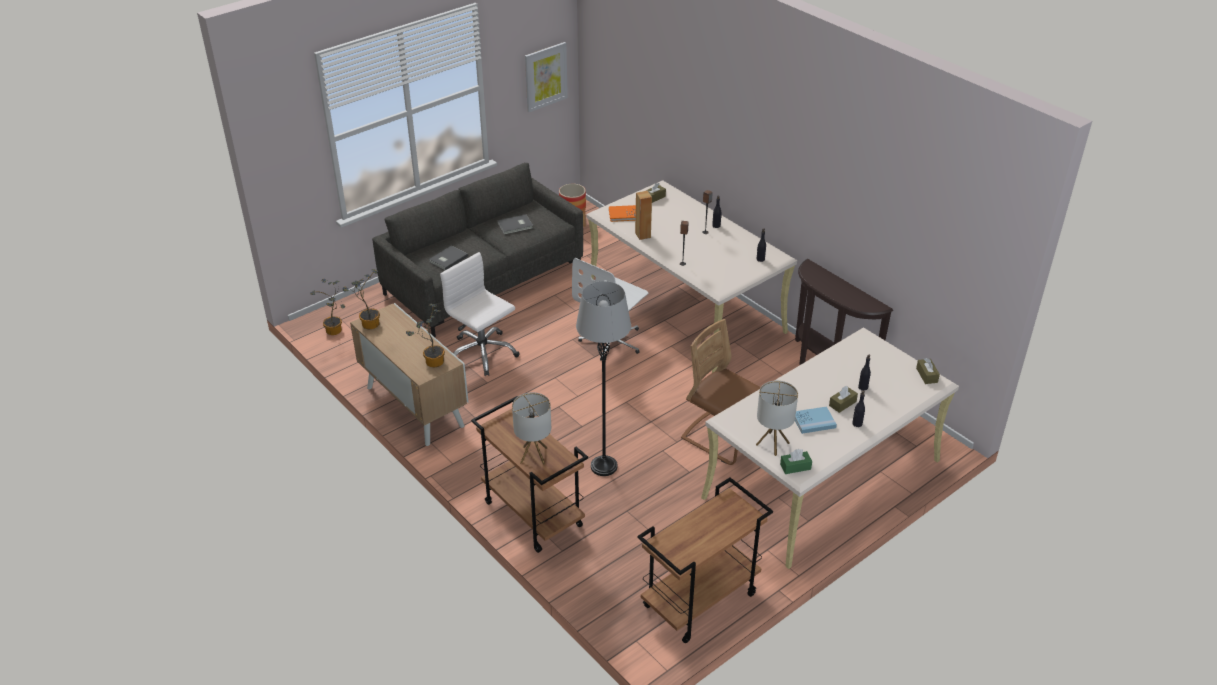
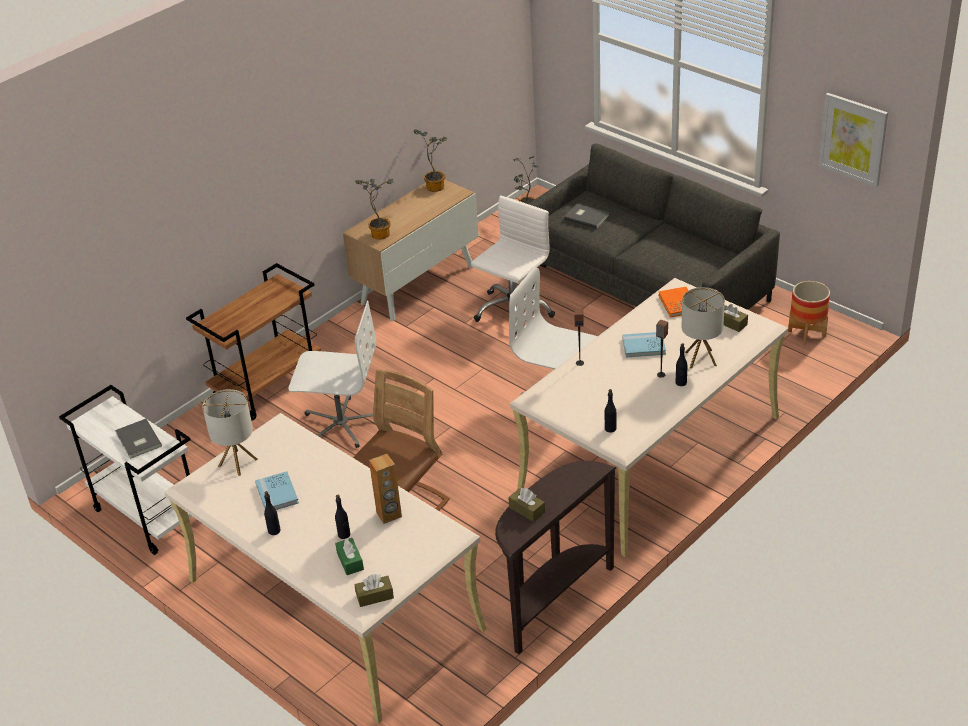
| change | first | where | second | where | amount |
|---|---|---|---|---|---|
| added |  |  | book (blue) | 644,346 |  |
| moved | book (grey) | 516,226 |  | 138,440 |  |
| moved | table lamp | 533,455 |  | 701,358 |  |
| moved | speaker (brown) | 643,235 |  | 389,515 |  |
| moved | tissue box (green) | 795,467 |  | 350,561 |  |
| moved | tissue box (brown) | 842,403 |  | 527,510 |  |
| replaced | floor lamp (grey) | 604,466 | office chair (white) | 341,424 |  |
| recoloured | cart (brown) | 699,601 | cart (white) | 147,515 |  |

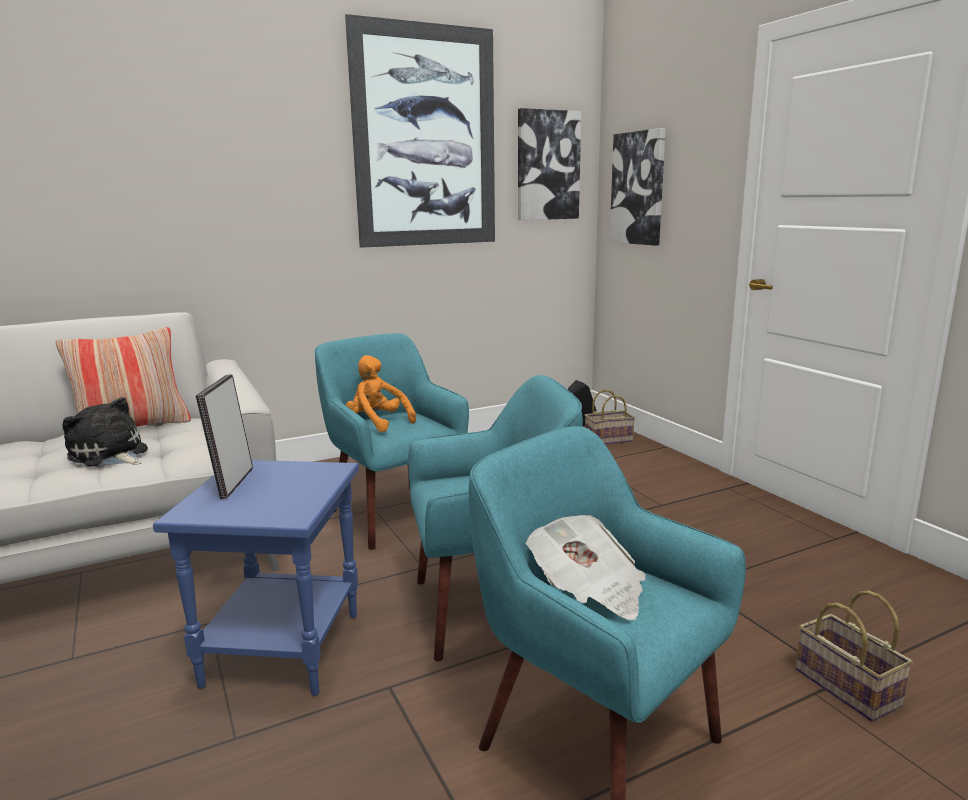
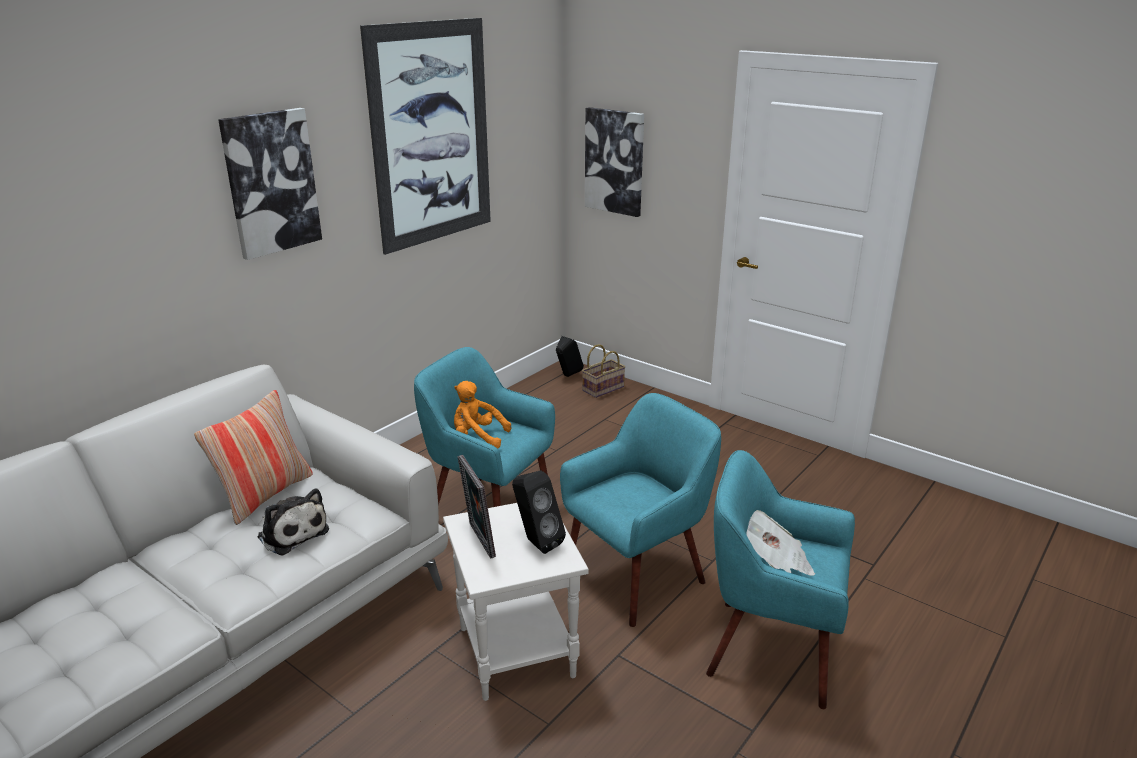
| change | first | where | second | where | amount |
|---|---|---|---|---|---|
| removed | basket | 843,686 |  |  |  |
| added |  |  | speaker (black) | 536,542 |  |
| moved | picture | 547,165 |  | 271,182 |  |
| recoloured | side table (blue) | 281,648 | side table (white) | 514,652 |  |
| turned | plush toy | 110,455 |  | 292,532 | 150 degrees counterclockwise |

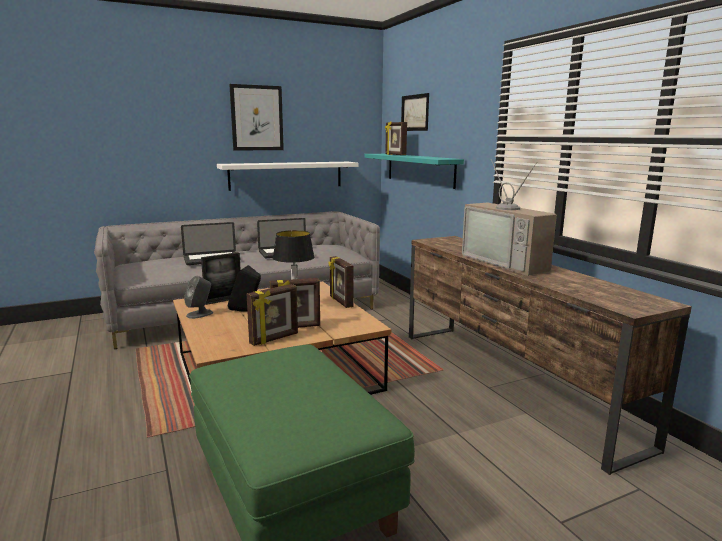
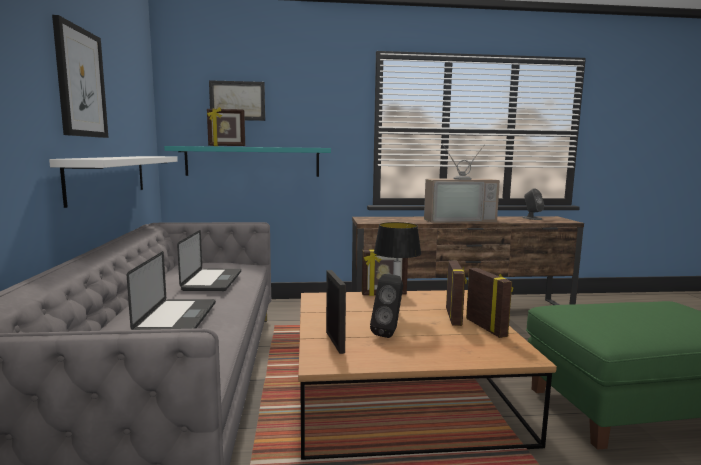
| change | first | where | second | where | amount |
|---|---|---|---|---|---|
| moved | speaker (grey) | 200,314 |  | 532,218 |  |

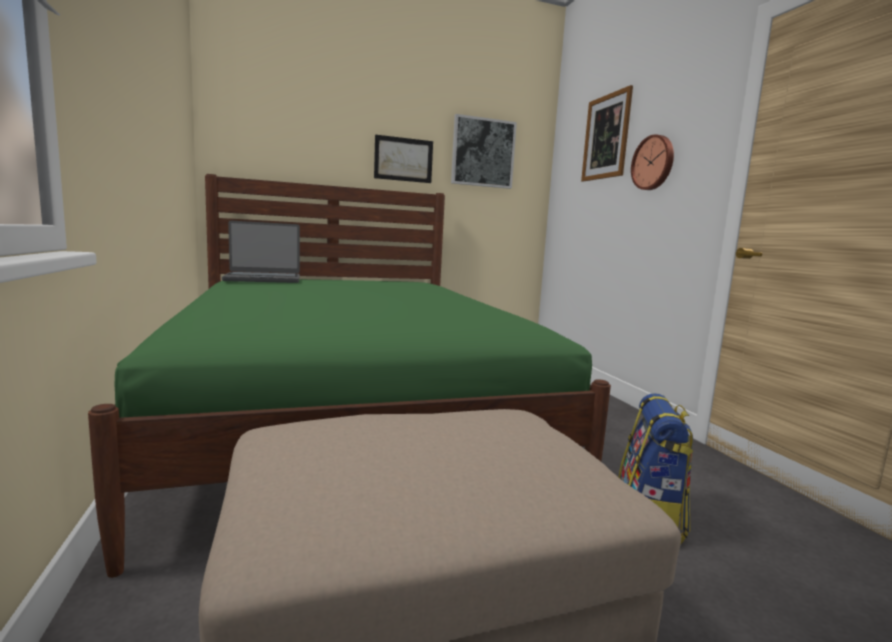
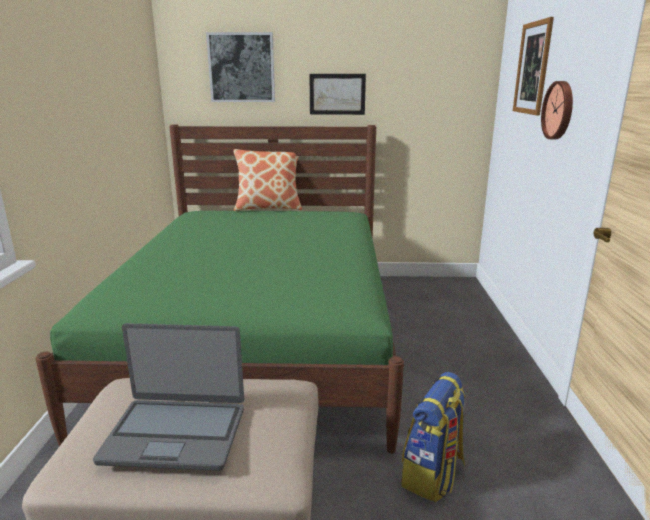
| change | first | where | second | where | amount |
|---|---|---|---|---|---|
| added |  |  | pillow | 268,208 |  |
| moved | laptop | 263,279 |  | 175,433 |  |
| moved | picture | 483,153 |  | 241,67 |  |

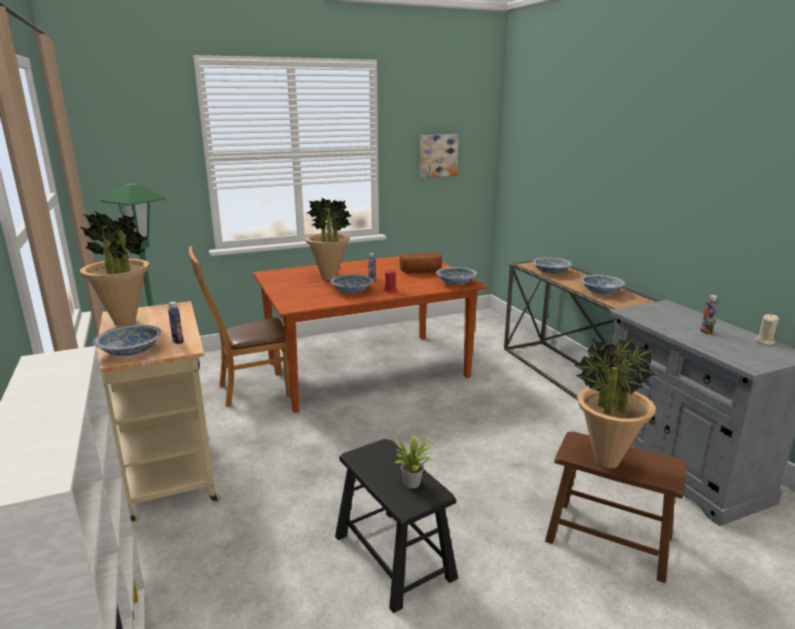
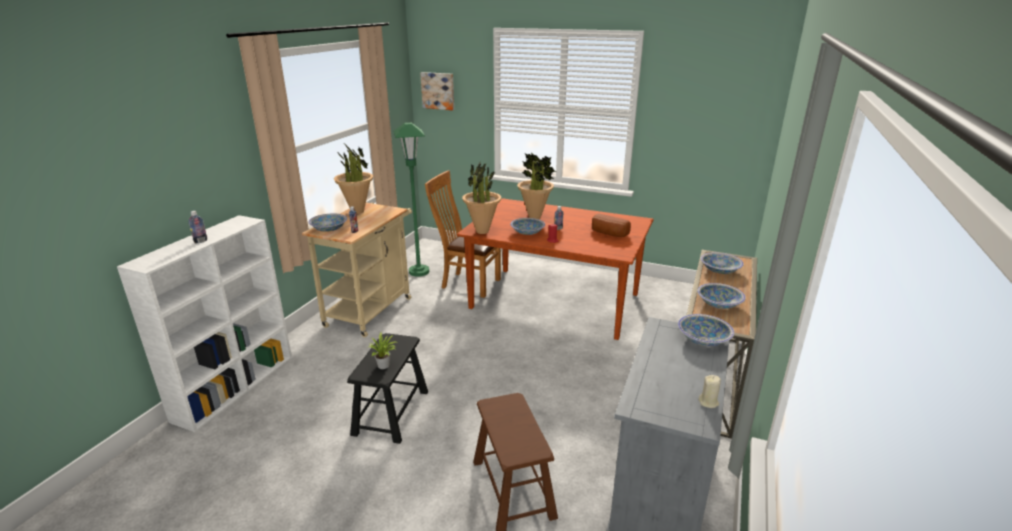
| change | first | where | second | where | amount |
|---|---|---|---|---|---|
| moved | picture | 437,155 |  | 438,90 |  |
| moved | bowl | 456,283 |  | 703,340 |  |
| moved | potted plant | 606,461 |  | 482,231 |  |
| moved | bottle | 706,332 |  | 201,241 |  |

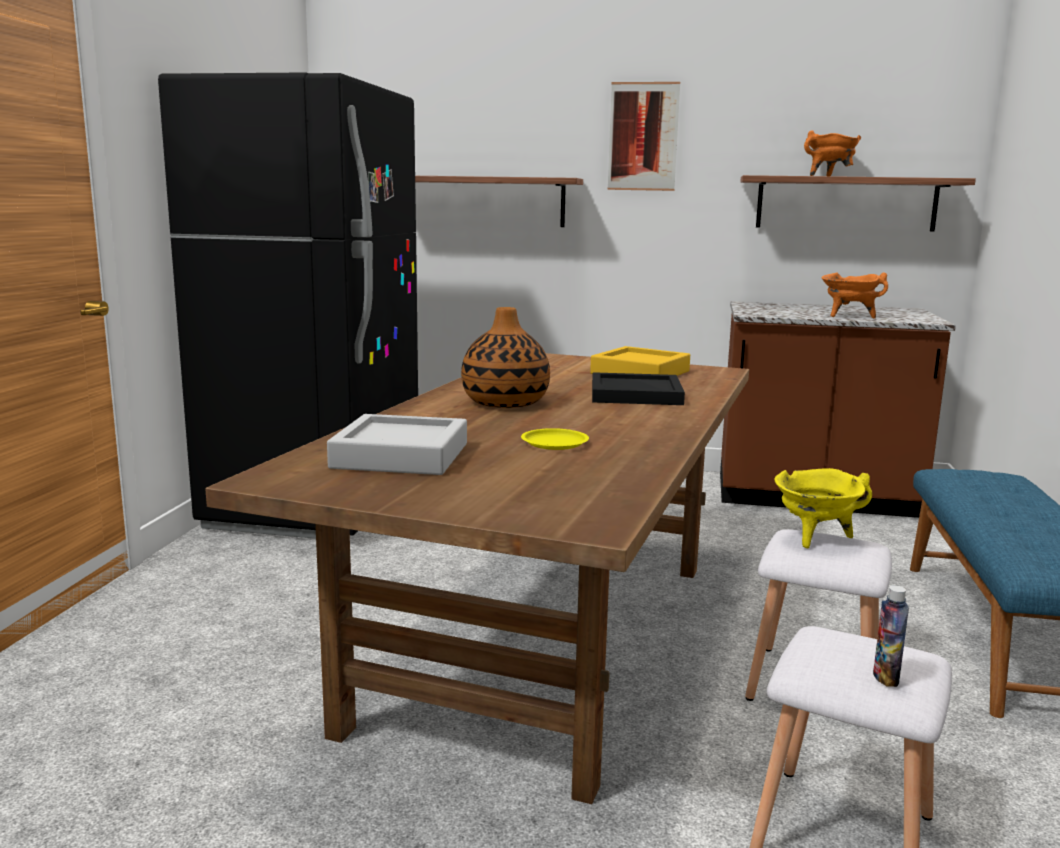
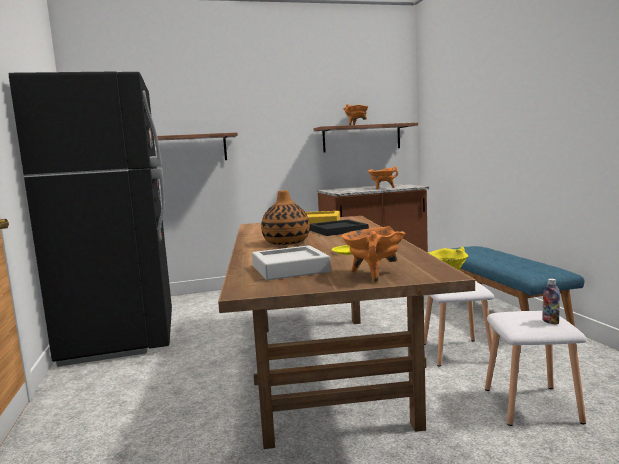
| change | first | where | second | where | amount |
|---|---|---|---|---|---|
| removed | picture | 643,137 |  |  |  |
| added |  |  | cooking pot (orange) | 373,275 |  |

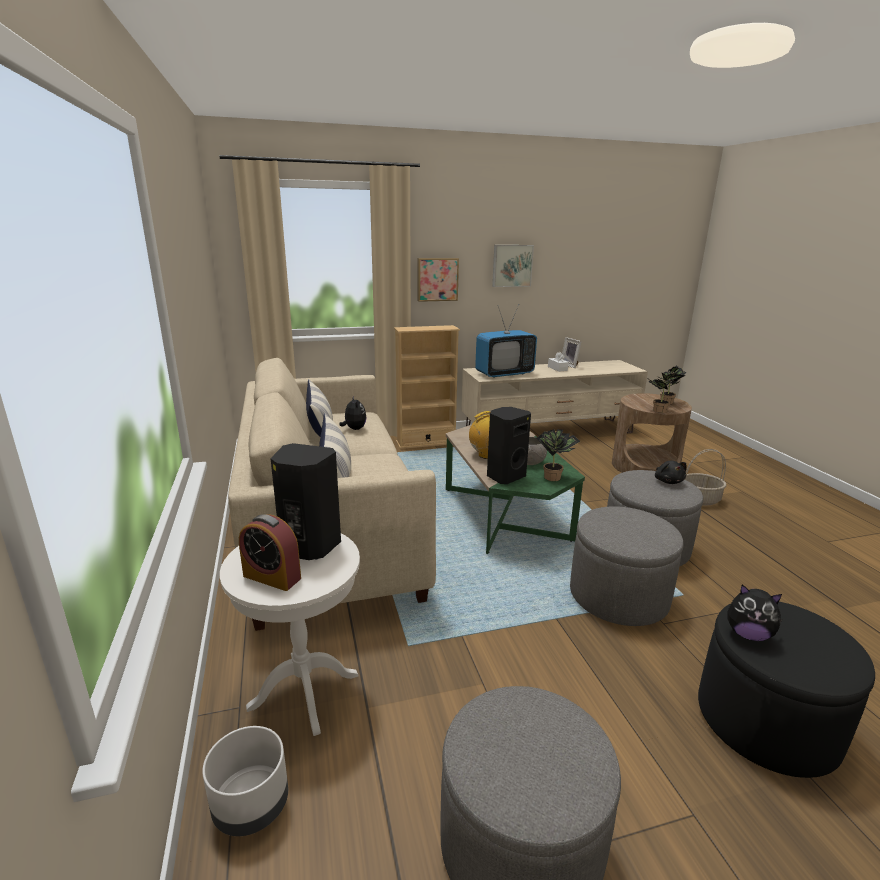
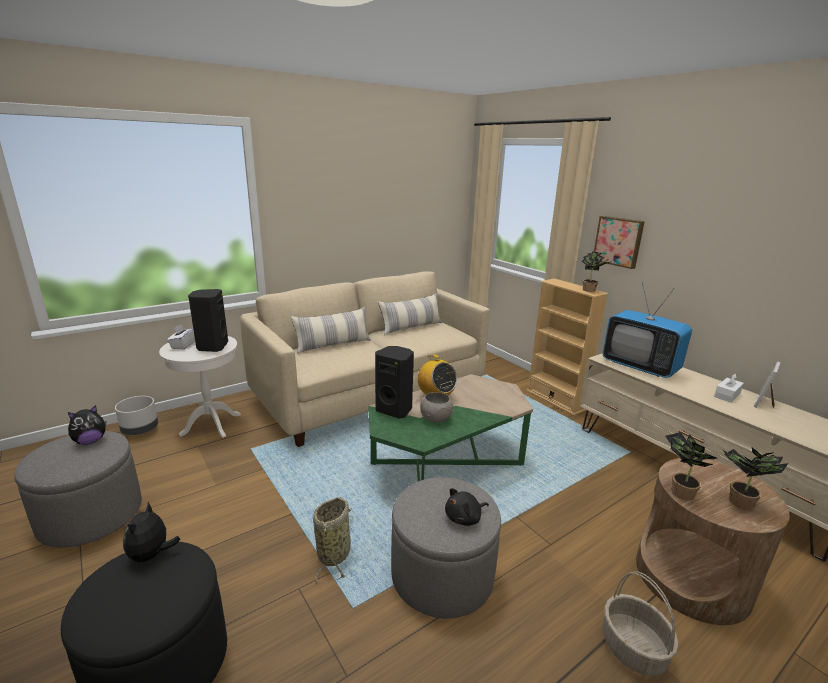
| change | first | where | second | where | amount |
|---|---|---|---|---|---|
| removed | picture | 511,265 |  |  |  |
| moved | plush toy | 354,429 |  | 90,441 |  |
| moved | potted plant | 554,477 |  | 591,290 |  |
| replaced | alarm clock | 272,577 | tissue box (white) | 183,345 |  |
| replaced | ottoman (grey) | 618,596 | basket | 335,552 |  |

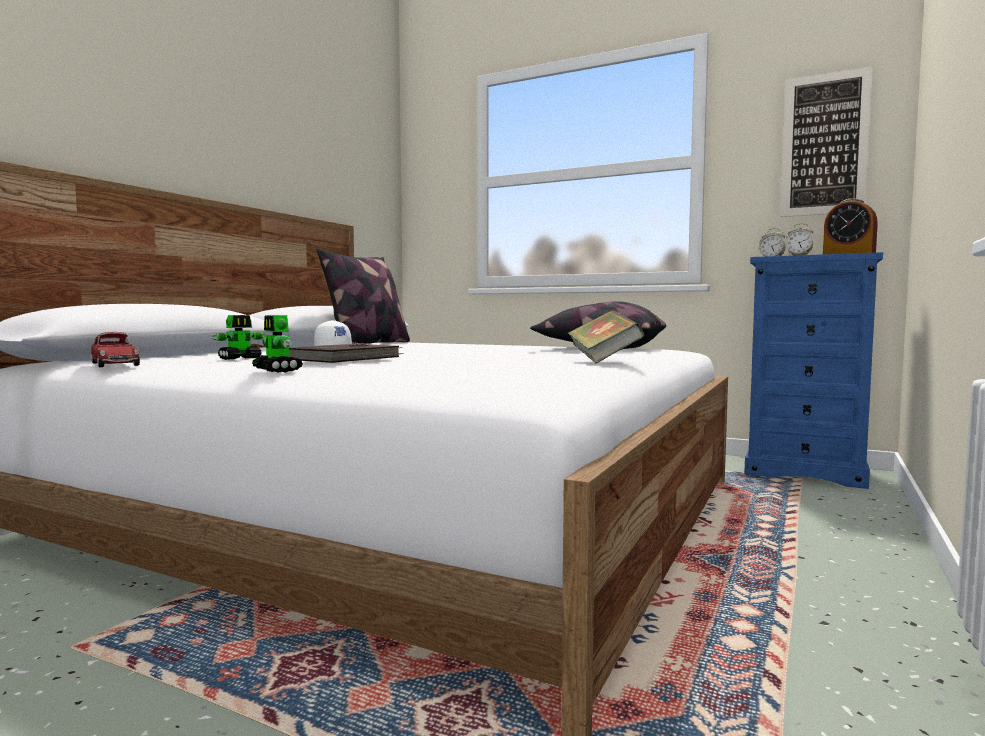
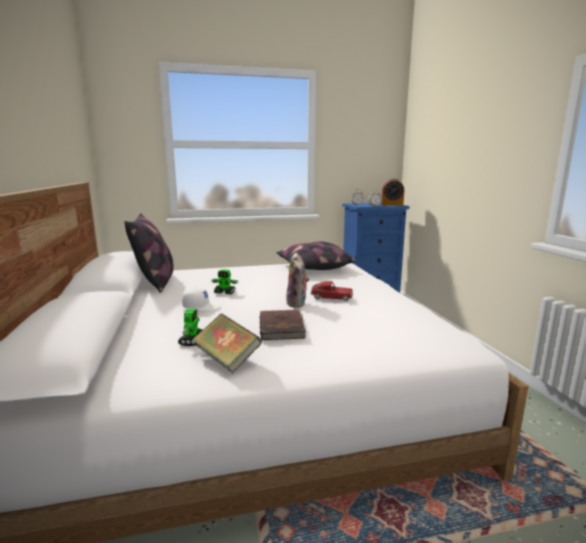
| change | first | where | second | where | amount |
|---|---|---|---|---|---|
| removed | picture | 824,144 |  |  |  |
| added |  |  | plush toy | 298,303 |  |
| moved | toy car | 115,364 |  | 331,297 |  |
| moved | toy robot | 277,371 |  | 225,292 |  |
| moved | book | 603,360 |  | 227,359 |  |

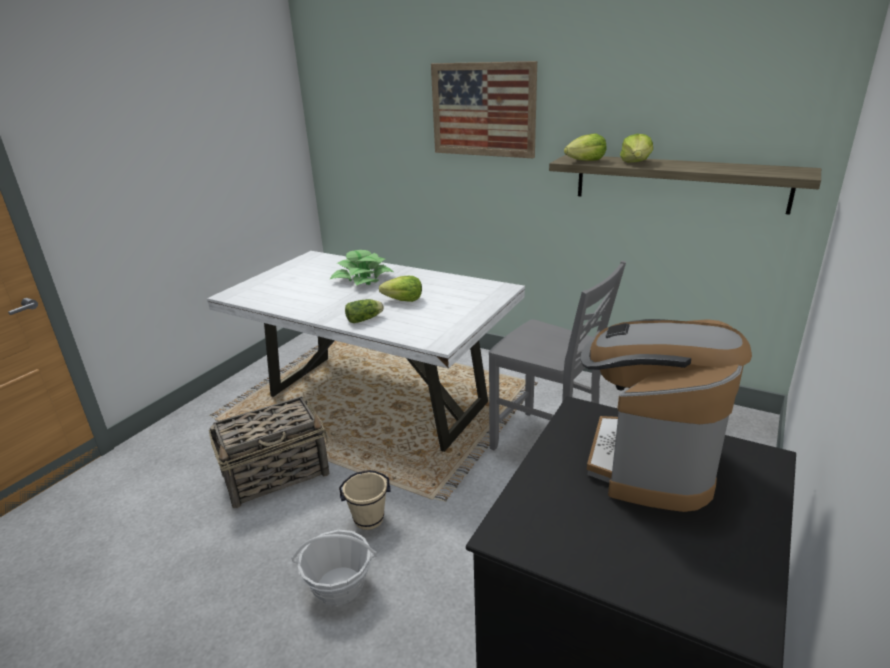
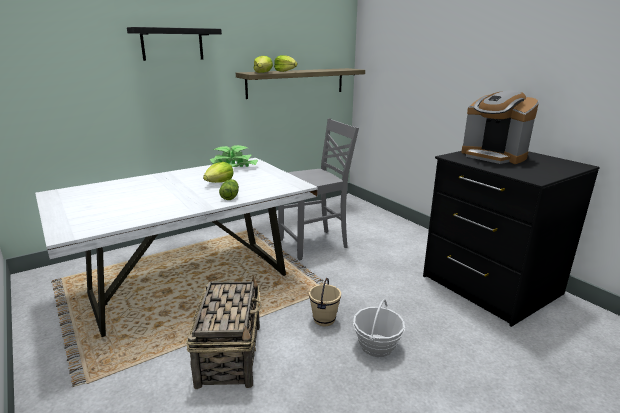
| change | first | where | second | where | amount |
|---|---|---|---|---|---|
| moved | potted plant | 362,278 |  | 233,166 |  |
| replaced | picture | 483,110 | shelf (black) | 172,44 |  |

